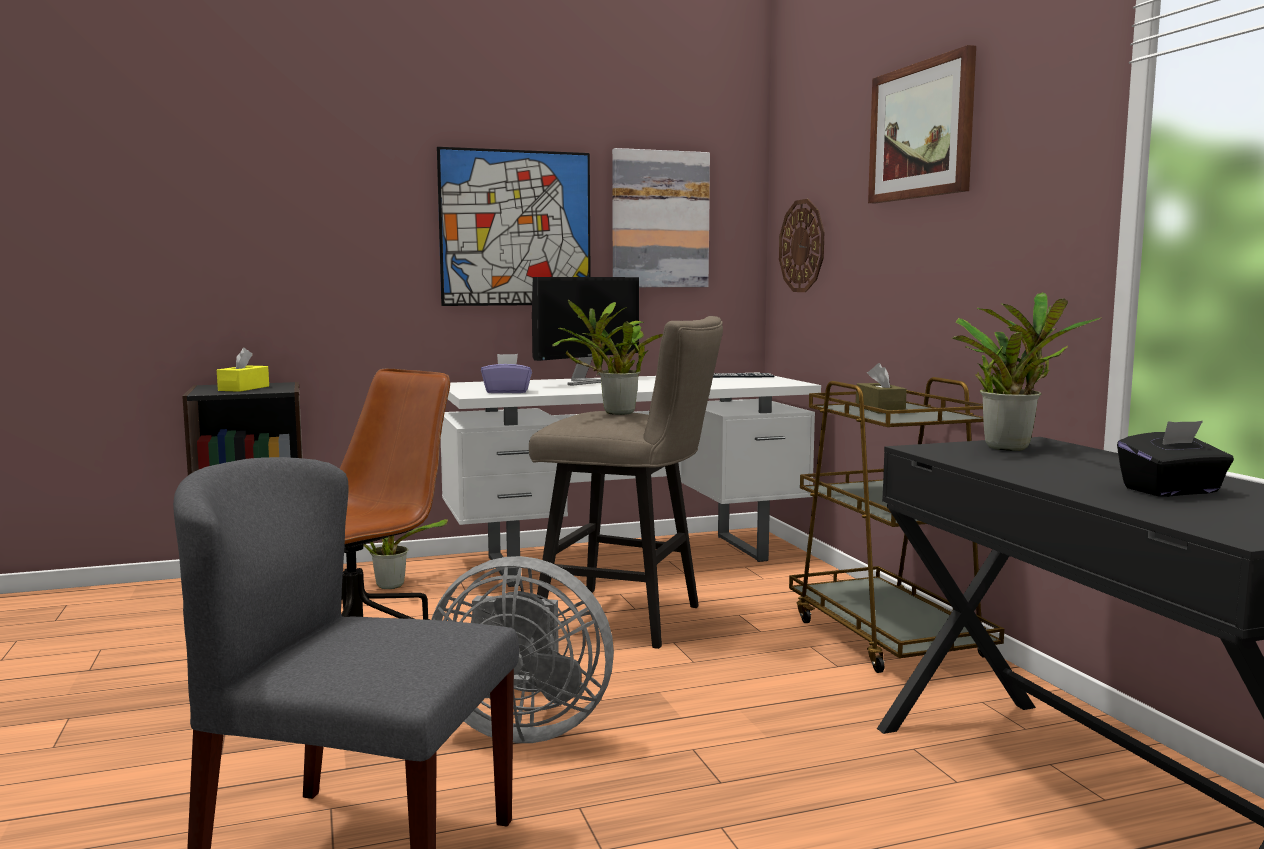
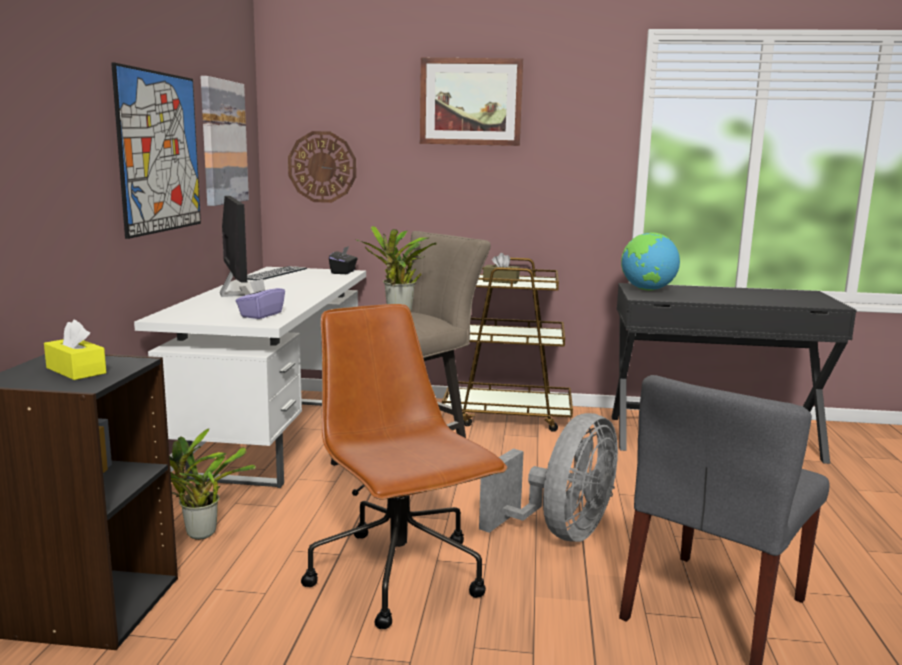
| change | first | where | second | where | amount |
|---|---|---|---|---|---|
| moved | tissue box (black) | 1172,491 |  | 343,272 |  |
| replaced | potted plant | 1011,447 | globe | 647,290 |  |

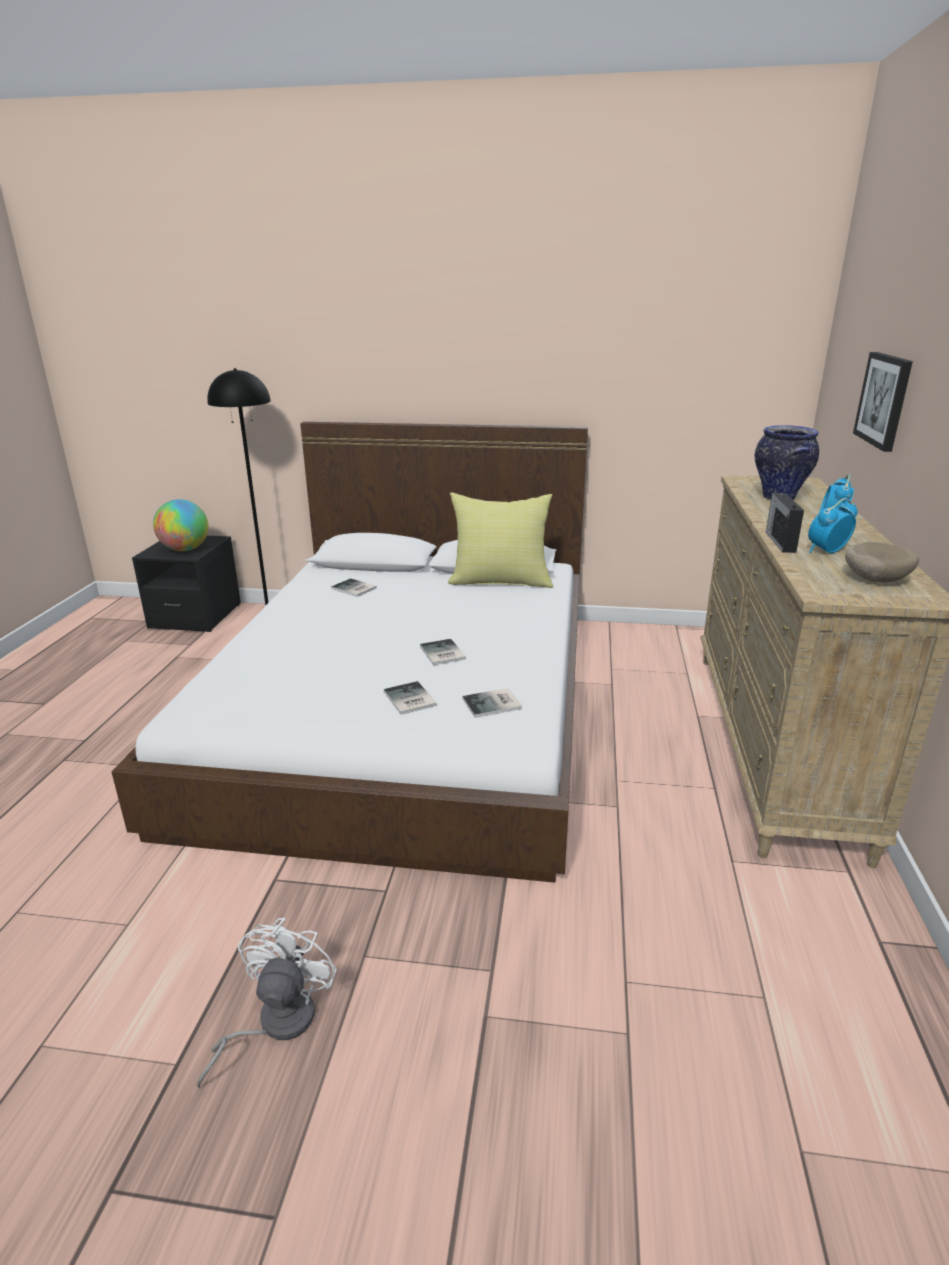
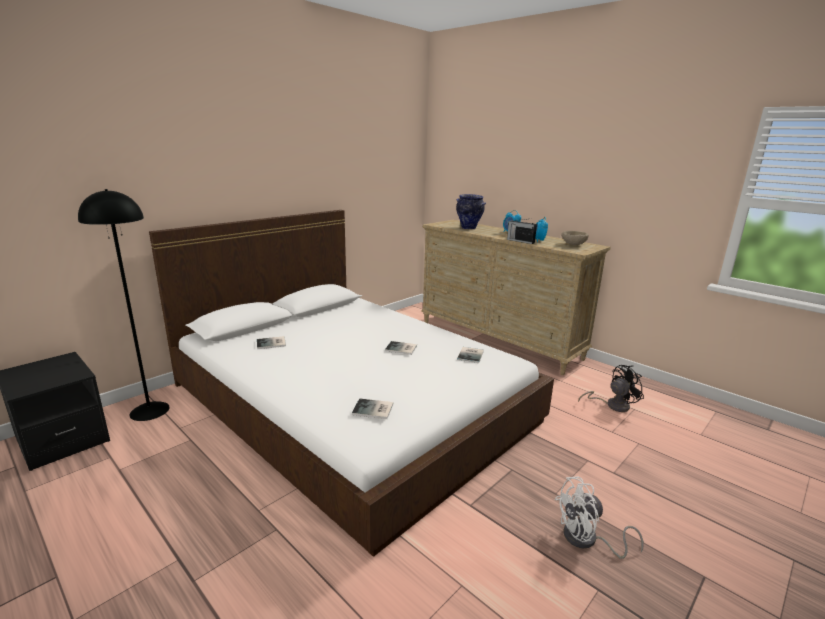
| change | first | where | second | where | amount |
|---|---|---|---|---|---|
| removed | globe | 185,549 |  |  |  |
| removed | pillow (yellow) | 501,581 |  |  |  |
| removed | picture | 884,400 |  |  |  |
| added |  |  | fan (black) | 612,405 |  |
| moved | book | 408,700 |  | 373,410 |  |
| turned | fan (white) | 275,1024 |  | 587,540 | 60 degrees counterclockwise |

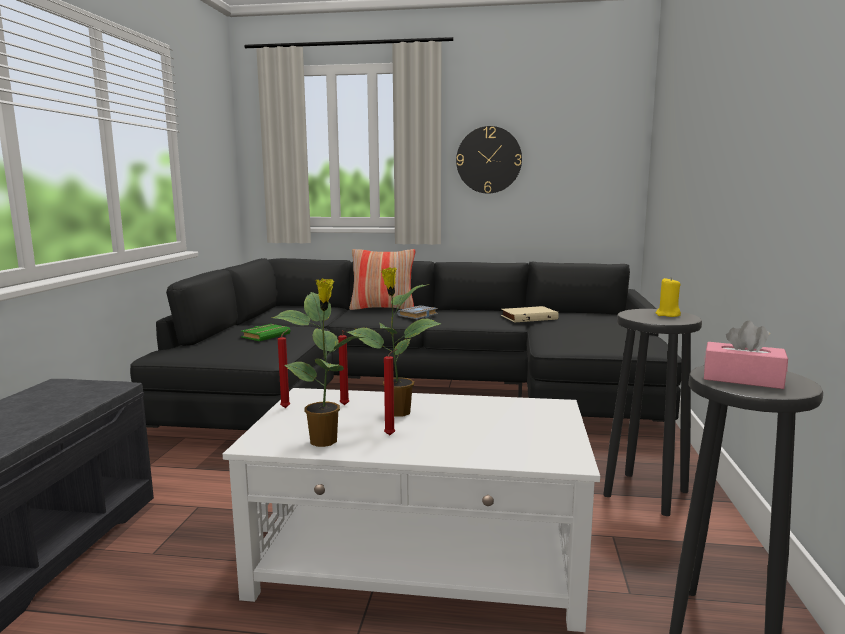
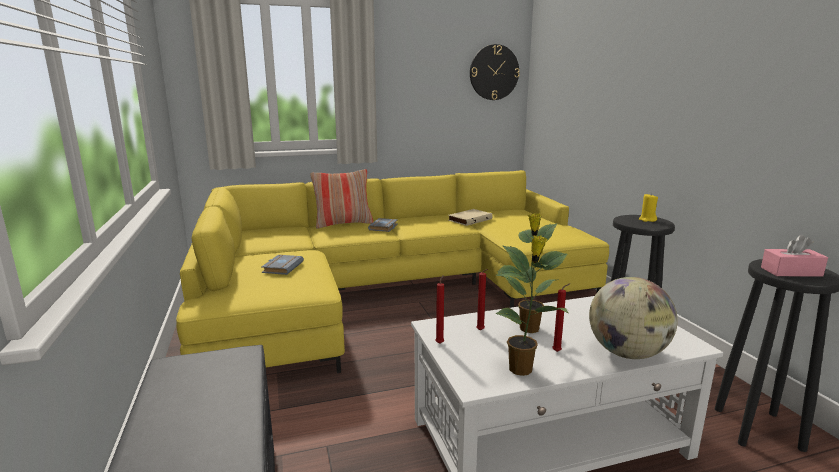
| change | first | where | second | where | amount |
|---|---|---|---|---|---|
| added |  |  | globe | 627,353 |  |
| moved | wall clock | 488,160 |  | 494,72 |  |
| recoloured | sofa (black) | 412,390 | sofa (yellow) | 387,292 |  |
| recoloured | book (green) | 265,335 | book (grey) | 282,267 |  |

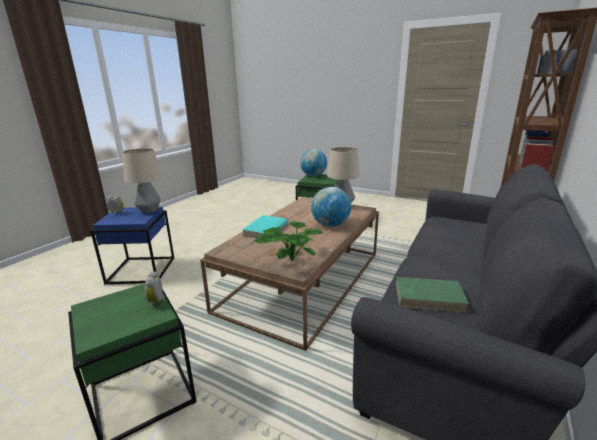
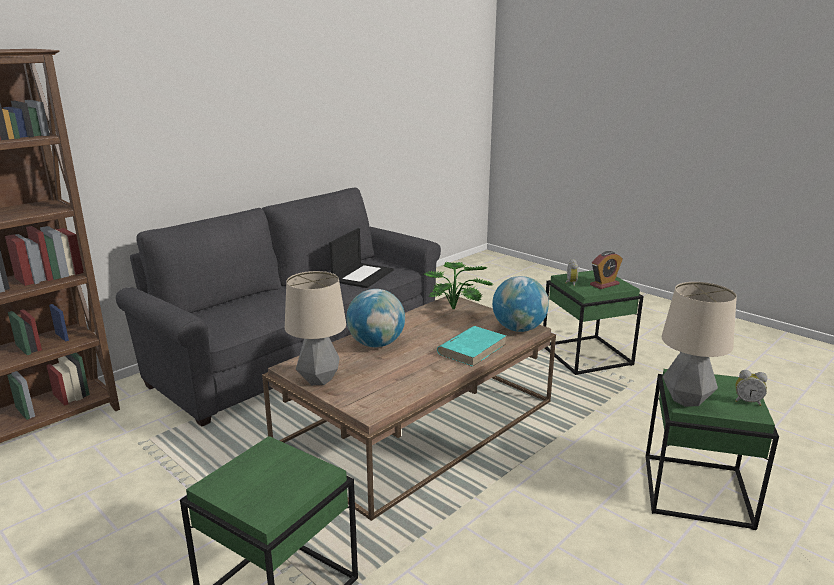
| change | first | where | second | where | amount |
|---|---|---|---|---|---|
| added |  |  | alarm clock | 604,284 |  |
| moved | globe | 313,176 |  | 518,329 |  |
| replaced | book (green) | 429,296 | laptop | 362,275 |  |
| recoloured | side table (blue) | 141,271 | side table (green) | 697,490 |  |

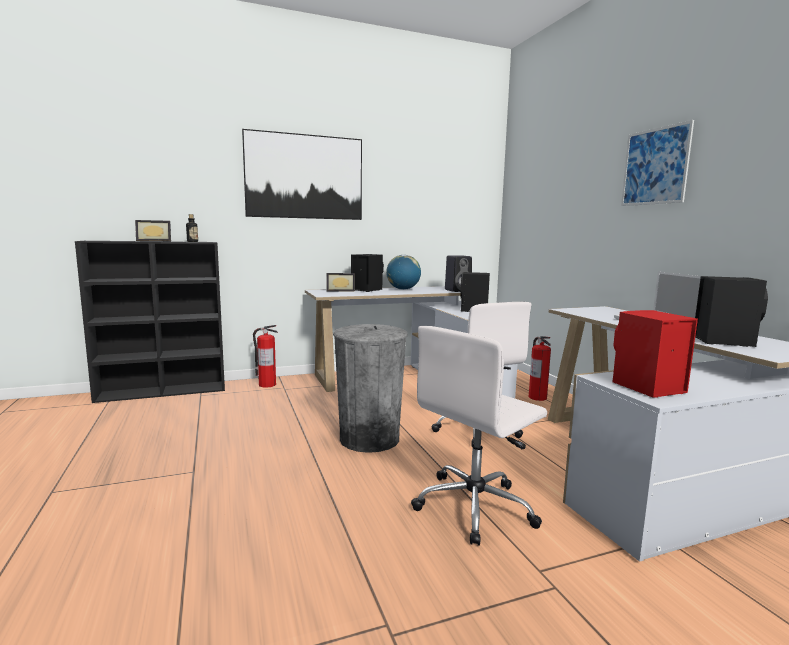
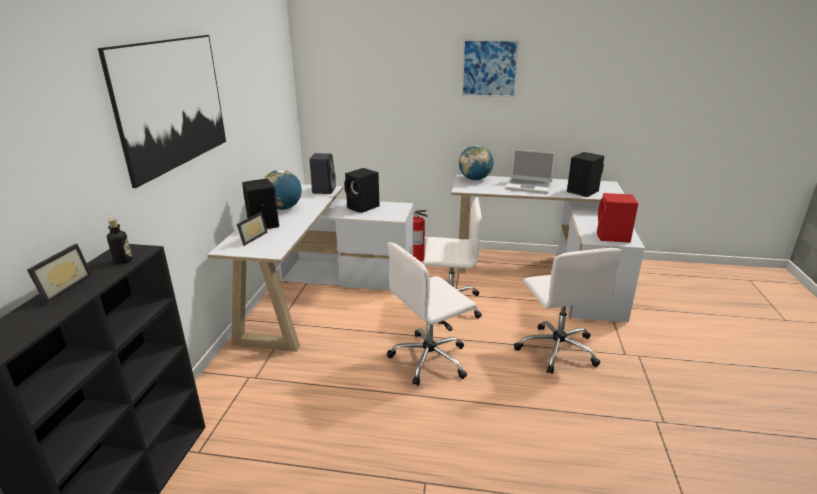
| change | first | where | second | where | amount |
|---|---|---|---|---|---|
| removed | fire extinguisher | 267,384 |  |  |  |
| added |  |  | globe | 475,179 |  |
| replaced | trash can (grey) | 369,438 | office chair (white) | 430,359 |  |

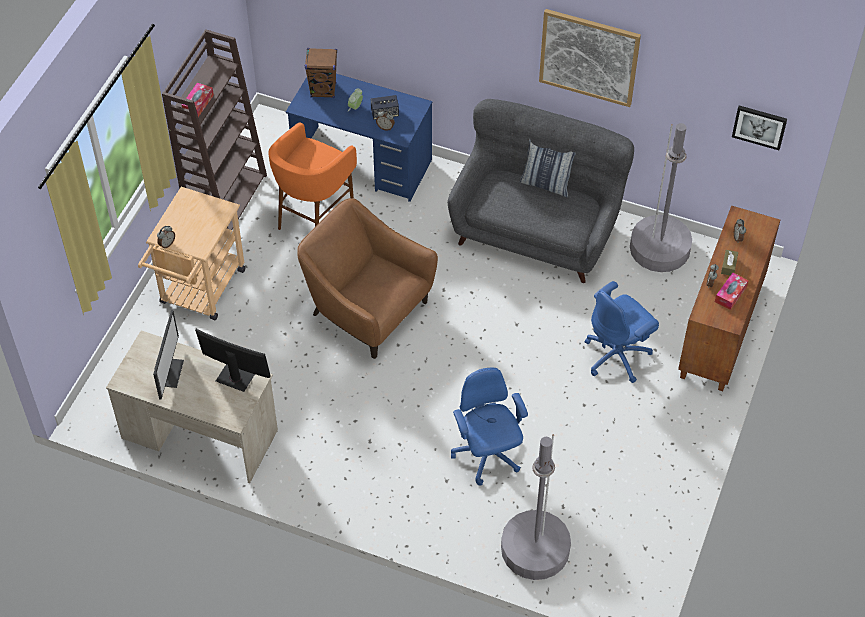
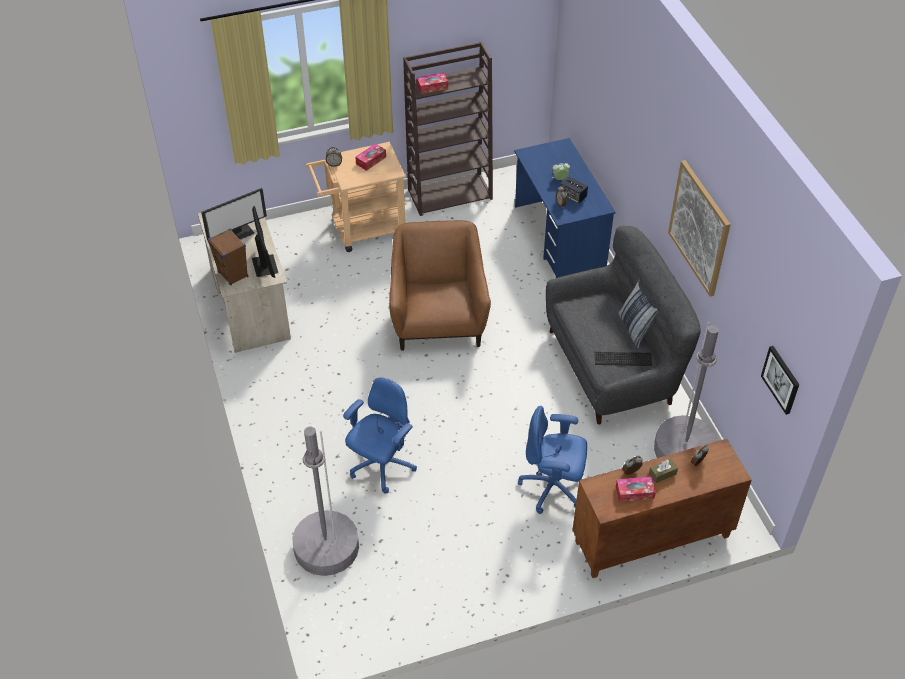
| change | first | where | second | where | amount |
|---|---|---|---|---|---|
| removed | stool (orange) | 314,217 |  |  |  |
| added |  |  | tissue box | 371,160 |  |
| added |  |  | keyboard | 623,359 |  |
| moved | speaker (brown) | 323,90 |  | 233,275 |  |

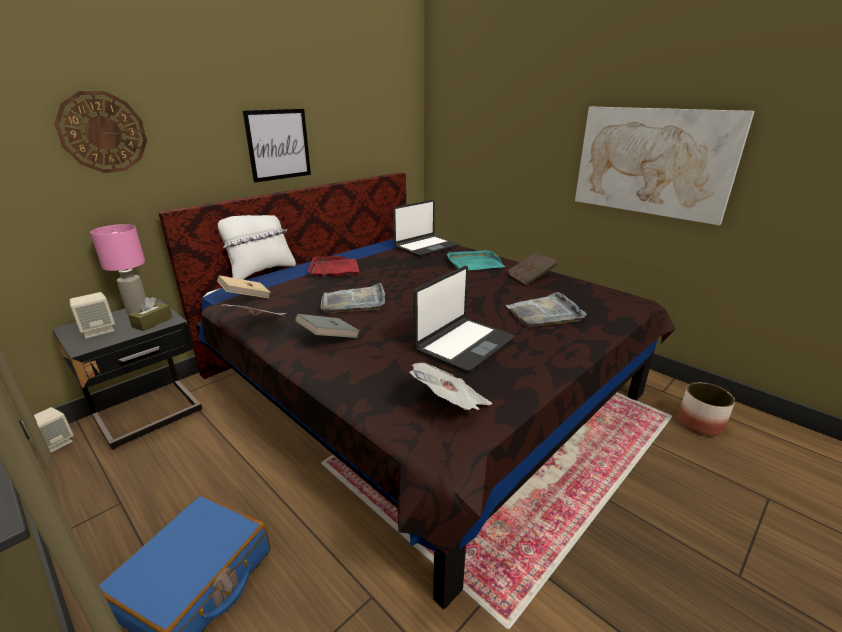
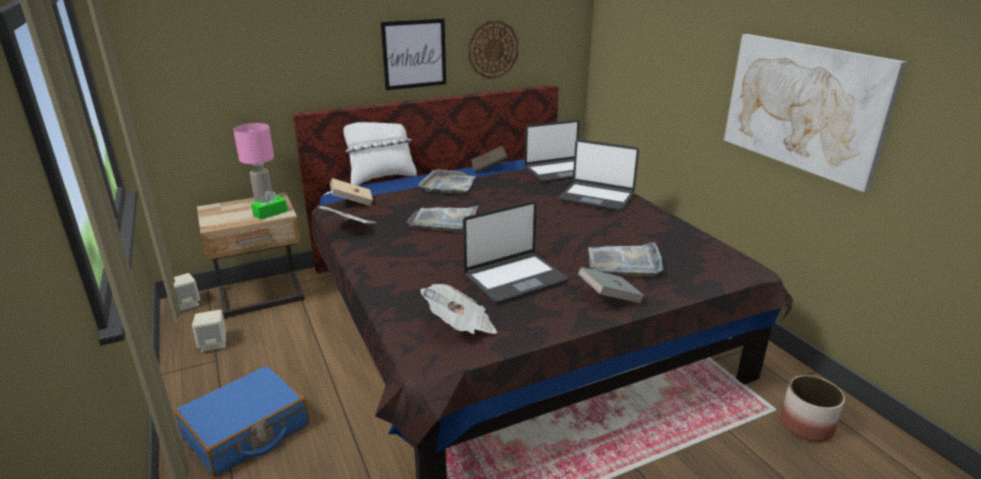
| change | first | where | second | where | amount |
|---|---|---|---|---|---|
| moved | wall clock | 103,132 |  | 493,50 |  |
| moved | speaker (beige) | 98,330 |  | 214,344 |  |
| moved | book (grey) | 328,338 |  | 609,297 |  |
| moved | book (brown) | 531,278 |  | 489,168 |  |
| replaced | tray (turquoise) | 474,263 | laptop | 596,197 |  |
| recoloured | nightstand (black) | 150,415 | nightstand (beige) | 262,296 |  |
| recoloured | tissue box (brown) | 152,322 | tissue box (green) | 270,213 |  |
| recoloured | tray (red) | 334,269 | tray (grey) | 448,185 |  |

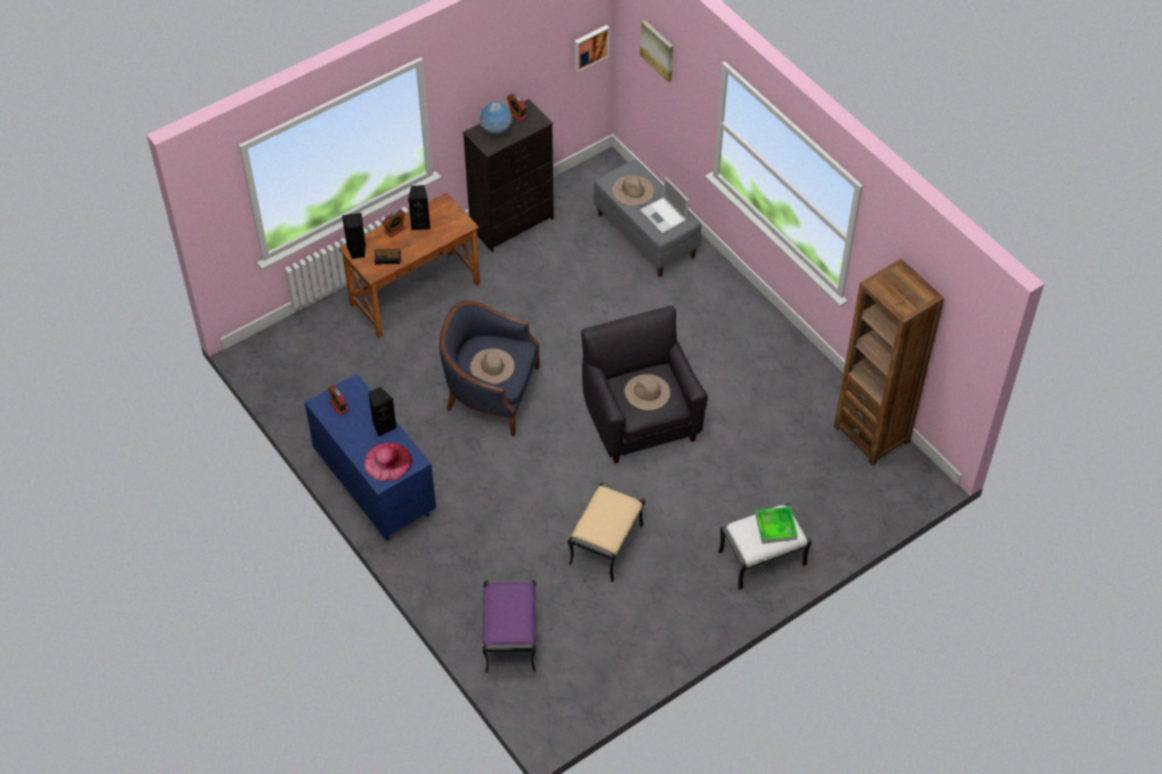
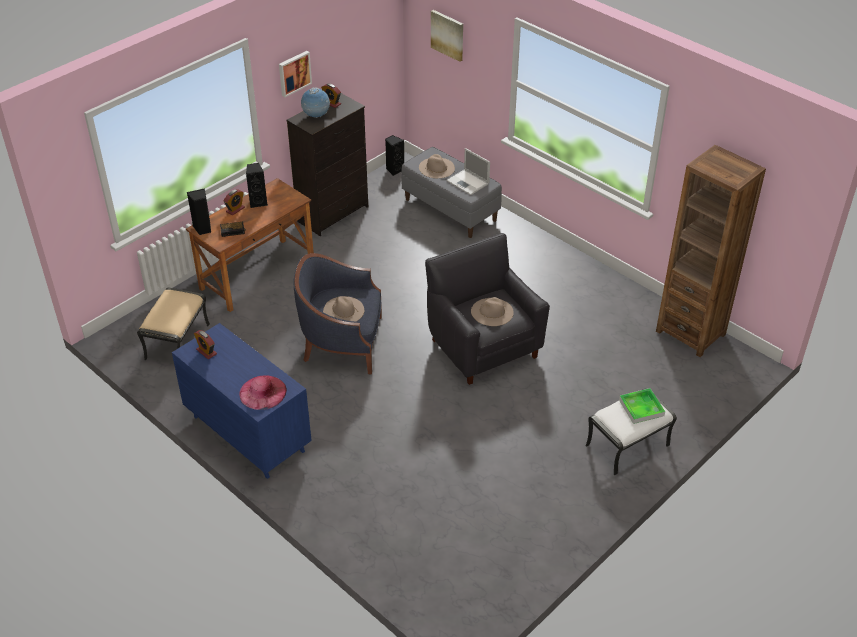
| change | first | where | second | where | amount |
|---|---|---|---|---|---|
| removed | ottoman (purple) | 511,638 |  |  |  |
| moved | speaker (black) | 383,426 |  | 394,170 |  |
| moved | ottoman (beige) | 606,543 |  | 177,341 |  |
| moved | picture | 590,47 |  | 294,73 |  |

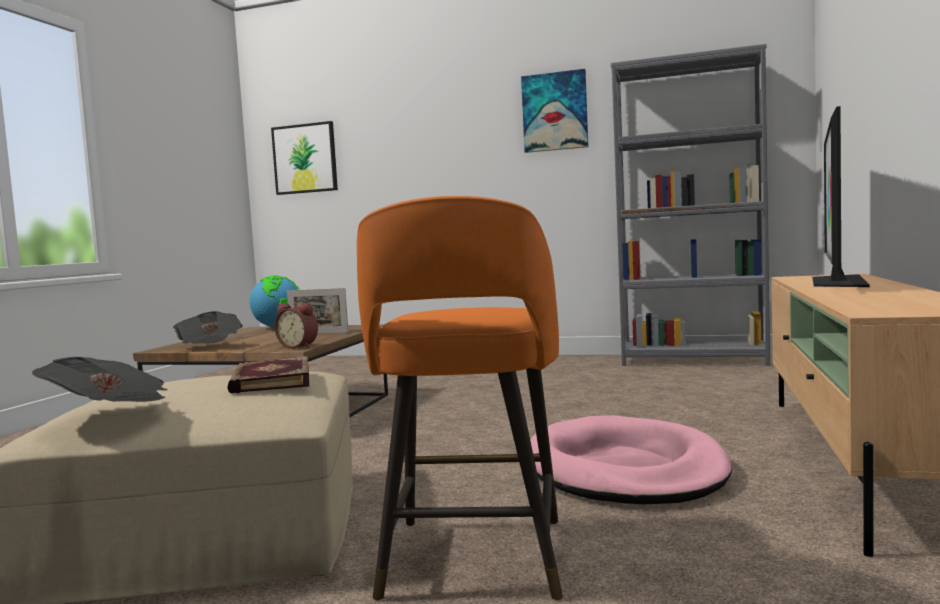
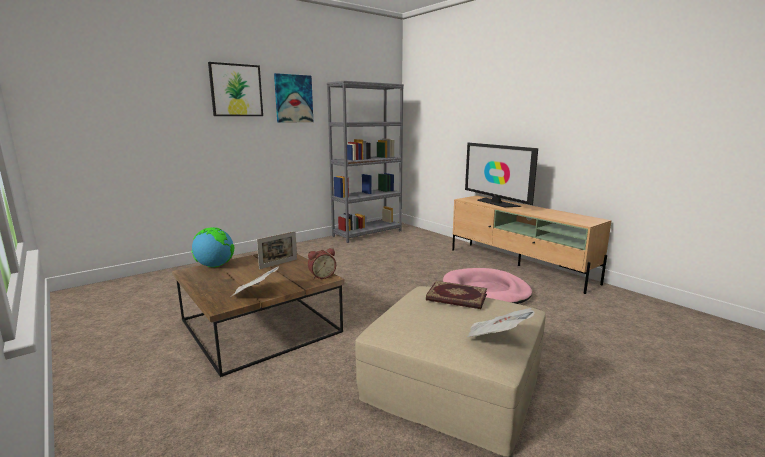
| change | first | where | second | where | amount |
|---|---|---|---|---|---|
| removed | stool (orange) | 473,560 |  |  |  |
| moved | picture | 305,158 |  | 236,90 |  |

